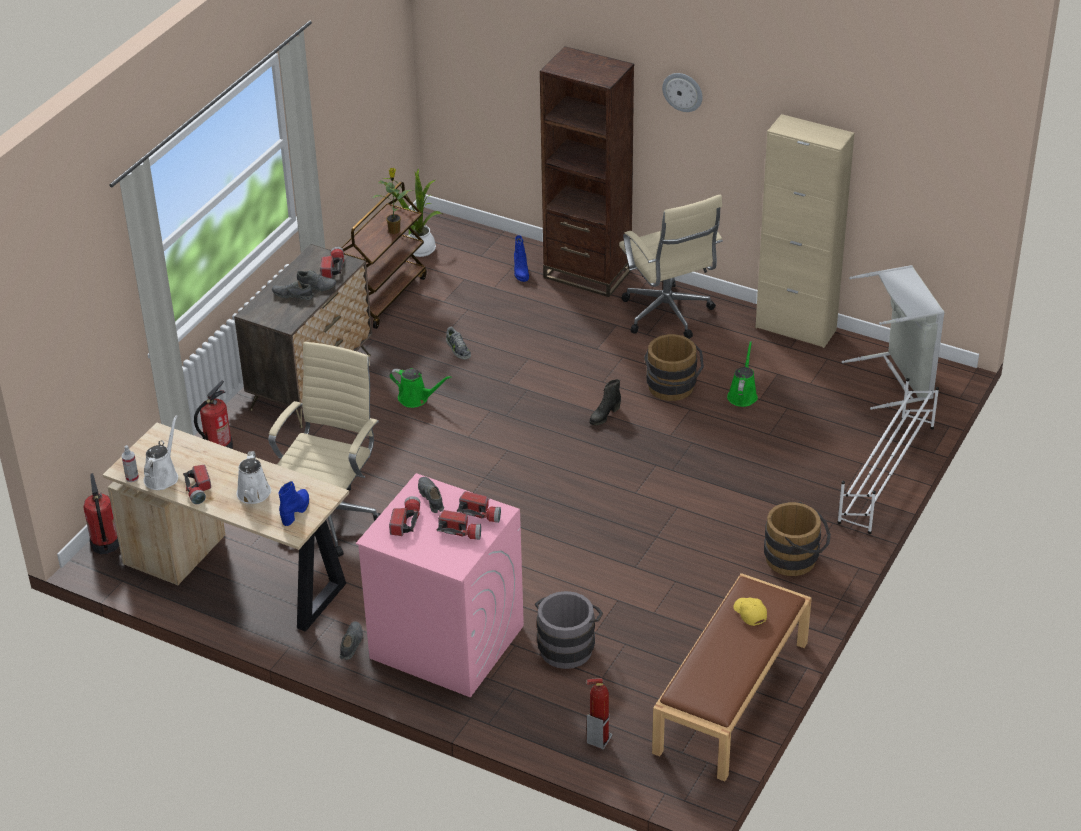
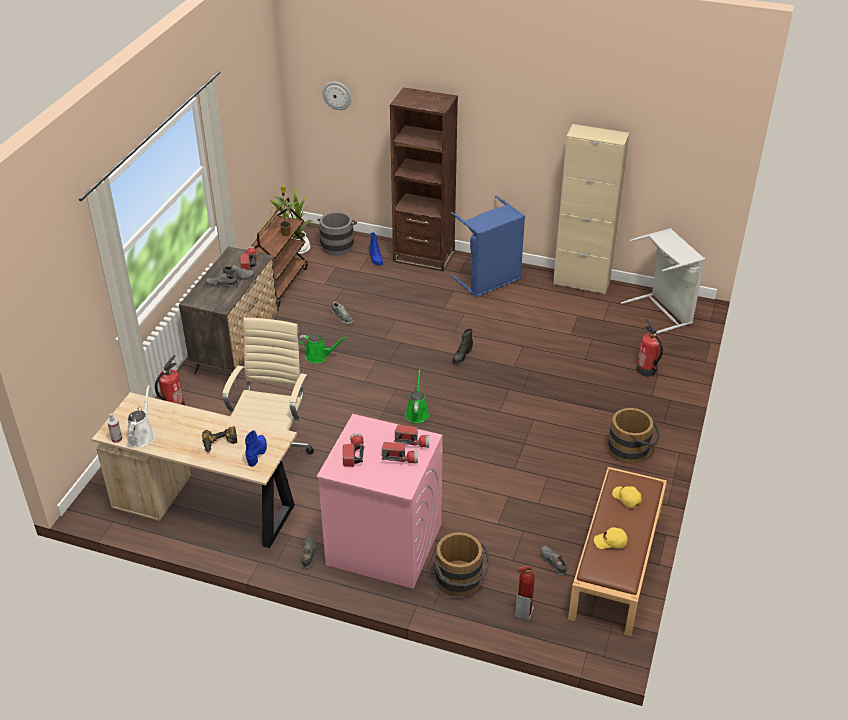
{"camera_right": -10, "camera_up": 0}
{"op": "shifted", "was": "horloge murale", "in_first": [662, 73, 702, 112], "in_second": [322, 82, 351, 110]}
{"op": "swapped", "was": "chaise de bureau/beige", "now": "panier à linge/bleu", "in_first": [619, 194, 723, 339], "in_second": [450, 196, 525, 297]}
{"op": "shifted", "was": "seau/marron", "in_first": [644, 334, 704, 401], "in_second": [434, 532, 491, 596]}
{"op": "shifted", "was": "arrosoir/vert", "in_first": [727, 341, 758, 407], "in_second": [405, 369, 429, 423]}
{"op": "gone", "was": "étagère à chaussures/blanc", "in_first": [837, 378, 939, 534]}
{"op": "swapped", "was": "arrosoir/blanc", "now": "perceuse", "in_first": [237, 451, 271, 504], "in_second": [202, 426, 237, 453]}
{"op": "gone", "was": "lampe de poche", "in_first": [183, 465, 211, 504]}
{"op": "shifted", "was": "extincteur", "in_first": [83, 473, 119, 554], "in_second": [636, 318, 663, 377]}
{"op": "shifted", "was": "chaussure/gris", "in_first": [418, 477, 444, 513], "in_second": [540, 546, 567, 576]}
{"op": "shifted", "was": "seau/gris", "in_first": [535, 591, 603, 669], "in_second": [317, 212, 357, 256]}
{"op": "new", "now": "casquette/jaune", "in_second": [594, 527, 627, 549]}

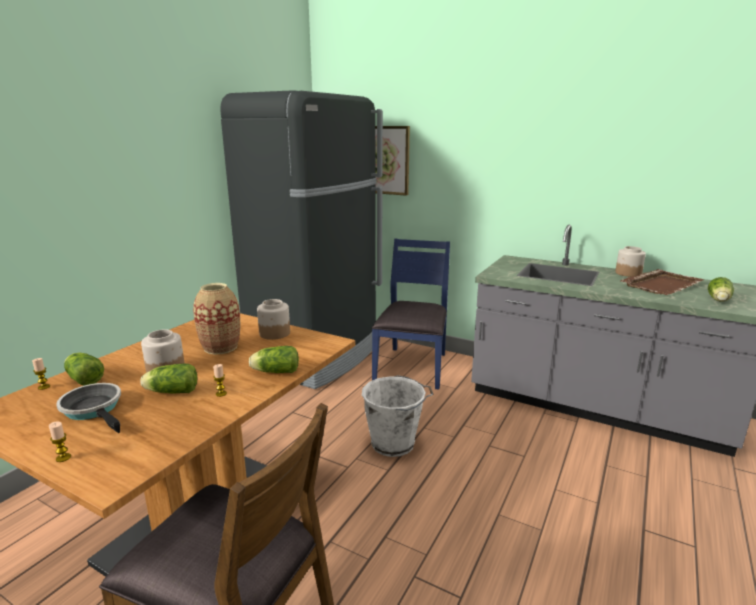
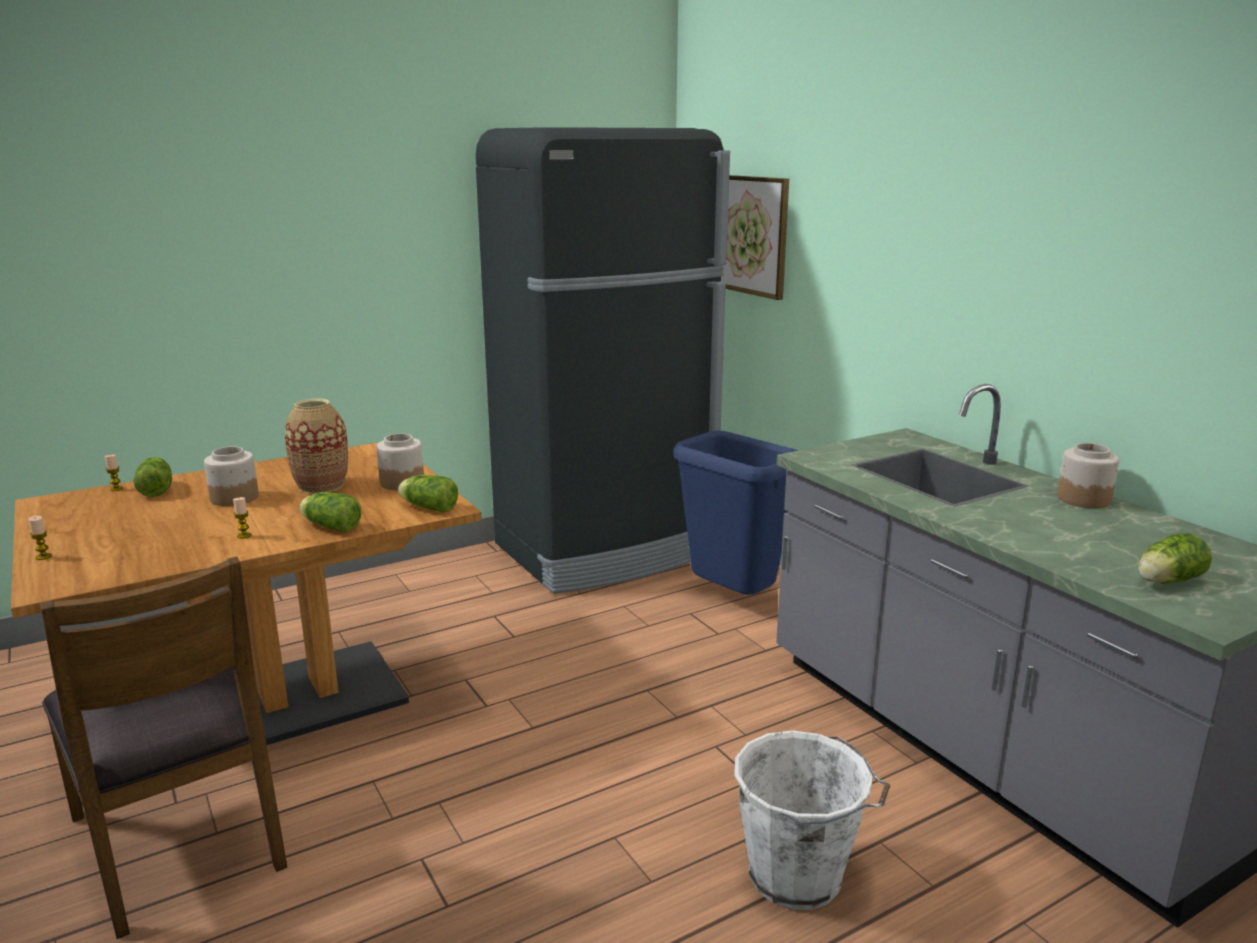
{"camera_right": 30, "camera_up": 0}
{"op": "swapped", "was": "chaise/bleu", "now": "poubelle/bleu", "in_first": [372, 239, 450, 390], "in_second": [674, 431, 798, 595]}
{"op": "gone", "was": "plateau/marron", "in_first": [621, 269, 704, 295]}
{"op": "shifted", "was": "laitue", "in_first": [140, 364, 197, 393], "in_second": [398, 475, 458, 512]}
{"op": "shifted", "was": "seau/blanc", "in_first": [362, 375, 433, 457], "in_second": [734, 730, 890, 910]}
{"op": "gone", "was": "poêle", "in_first": [56, 383, 121, 433]}

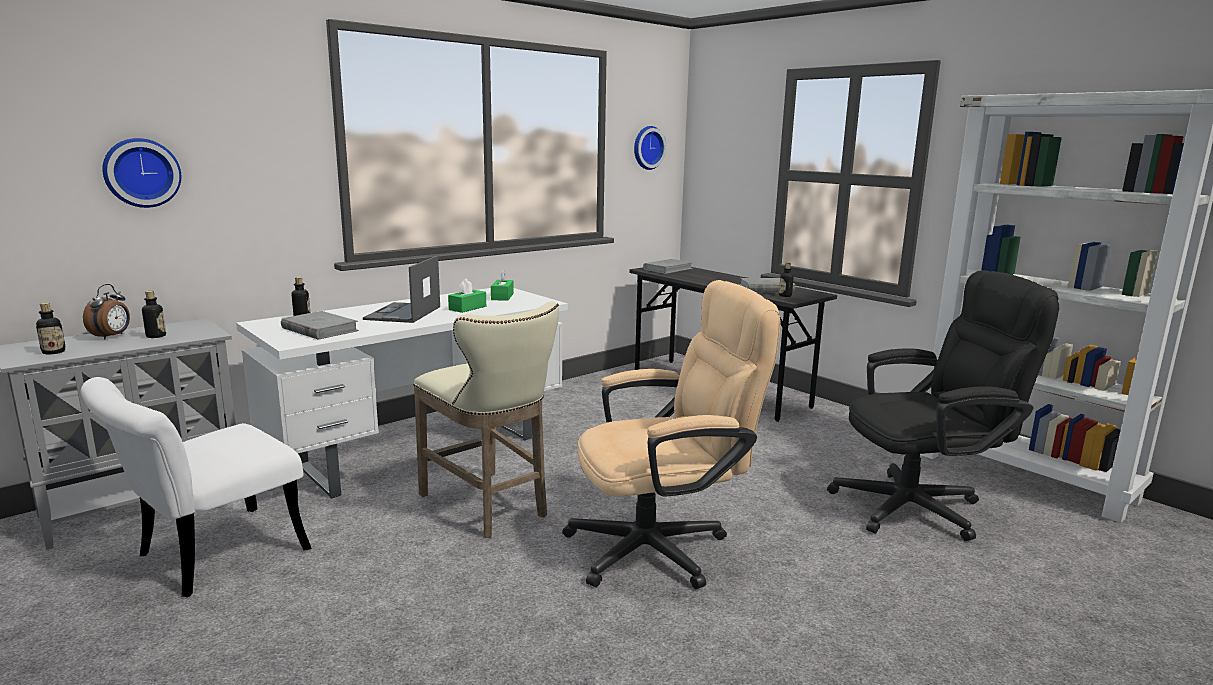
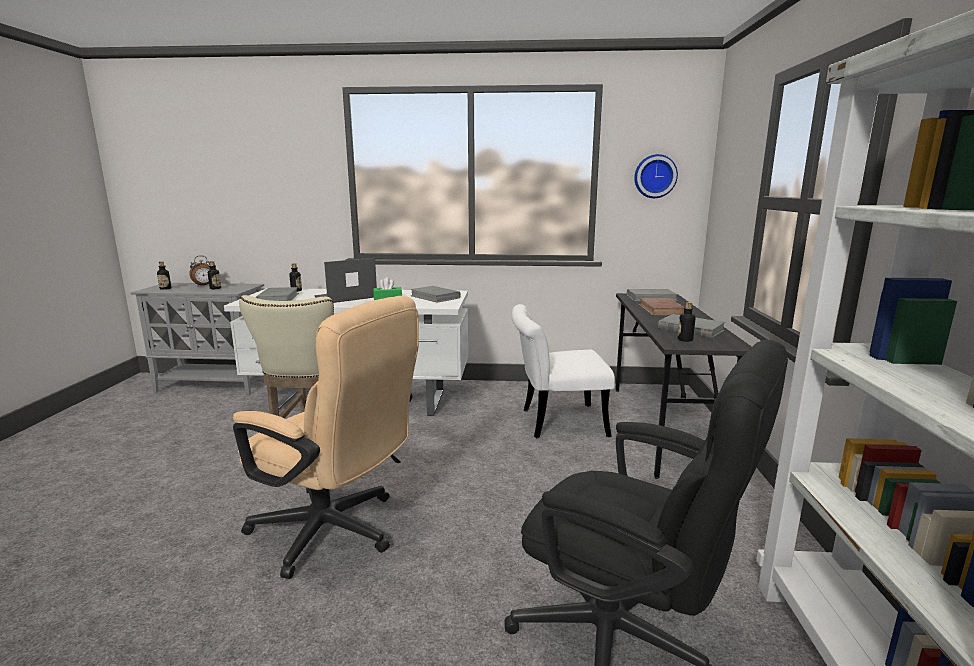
{"camera_right": 45, "camera_up": 0}
{"op": "gone", "was": "horloge murale", "in_first": [102, 138, 181, 208]}
{"op": "swapped", "was": "boîte à mouchoirs/vert", "now": "livre/gris", "in_first": [491, 269, 514, 301], "in_second": [410, 286, 461, 302]}
{"op": "shifted", "was": "chaise/blanc", "in_first": [81, 377, 312, 597], "in_second": [512, 304, 615, 438]}
{"op": "new", "now": "livre/marron", "in_second": [639, 298, 684, 316]}

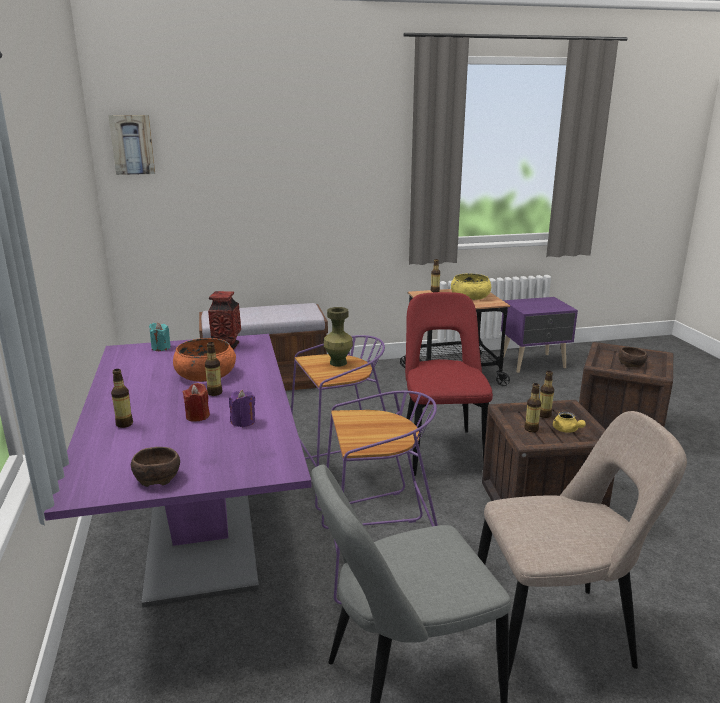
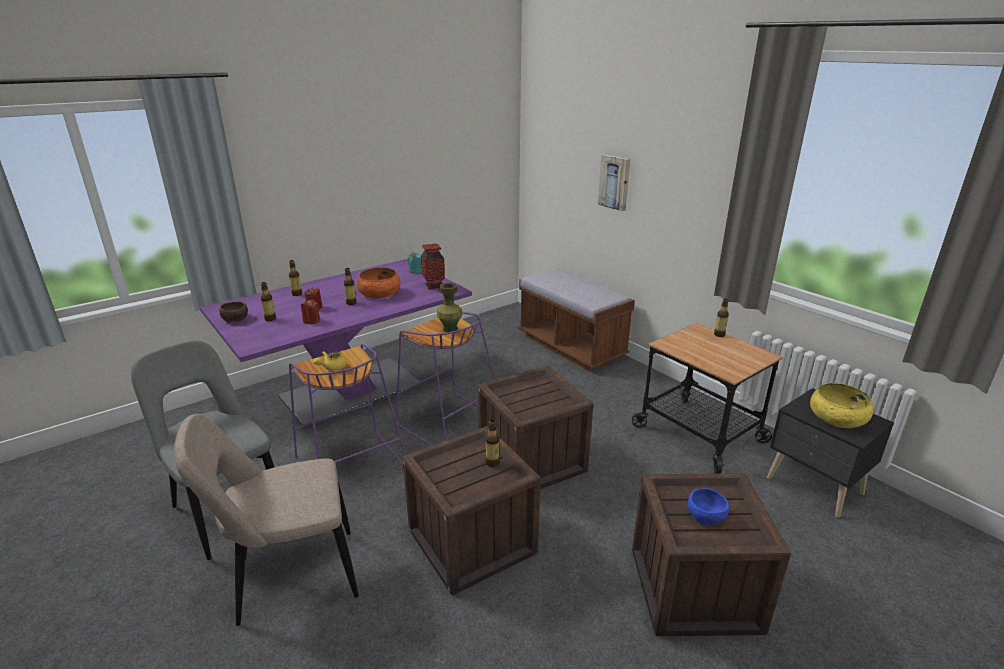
{"camera_right": 65, "camera_up": 5}
{"op": "shifted", "was": "tableau", "in_first": [108, 115, 155, 175], "in_second": [598, 155, 630, 211]}
{"op": "shifted", "was": "bol/jaune", "in_first": [451, 273, 491, 300], "in_second": [810, 383, 873, 428]}
{"op": "swapped", "was": "chaise/rouge", "now": "caisse", "in_first": [405, 292, 493, 476], "in_second": [478, 366, 593, 489]}
{"op": "repainted", "was": "table de chevet/violet", "now": "table de chevet/noir", "in_first": [501, 297, 578, 373], "in_second": [767, 388, 894, 518]}
{"op": "repainted", "was": "bol/marron", "now": "bol/bleu", "in_first": [618, 347, 647, 368], "in_second": [688, 488, 729, 525]}
{"op": "shifted", "was": "bouteille", "in_first": [525, 383, 541, 432], "in_second": [261, 282, 276, 321]}
{"op": "repainted", "was": "bougie/violet", "now": "bougie/rouge", "in_first": [229, 390, 255, 427], "in_second": [301, 300, 320, 324]}
{"op": "rotated", "was": "chaise/beige", "in_first": [477, 411, 687, 682], "in_second": [174, 414, 359, 626], "clockwise": 105}
{"op": "shifted", "was": "théière/jaune", "in_first": [553, 412, 586, 433], "in_second": [313, 351, 347, 371]}

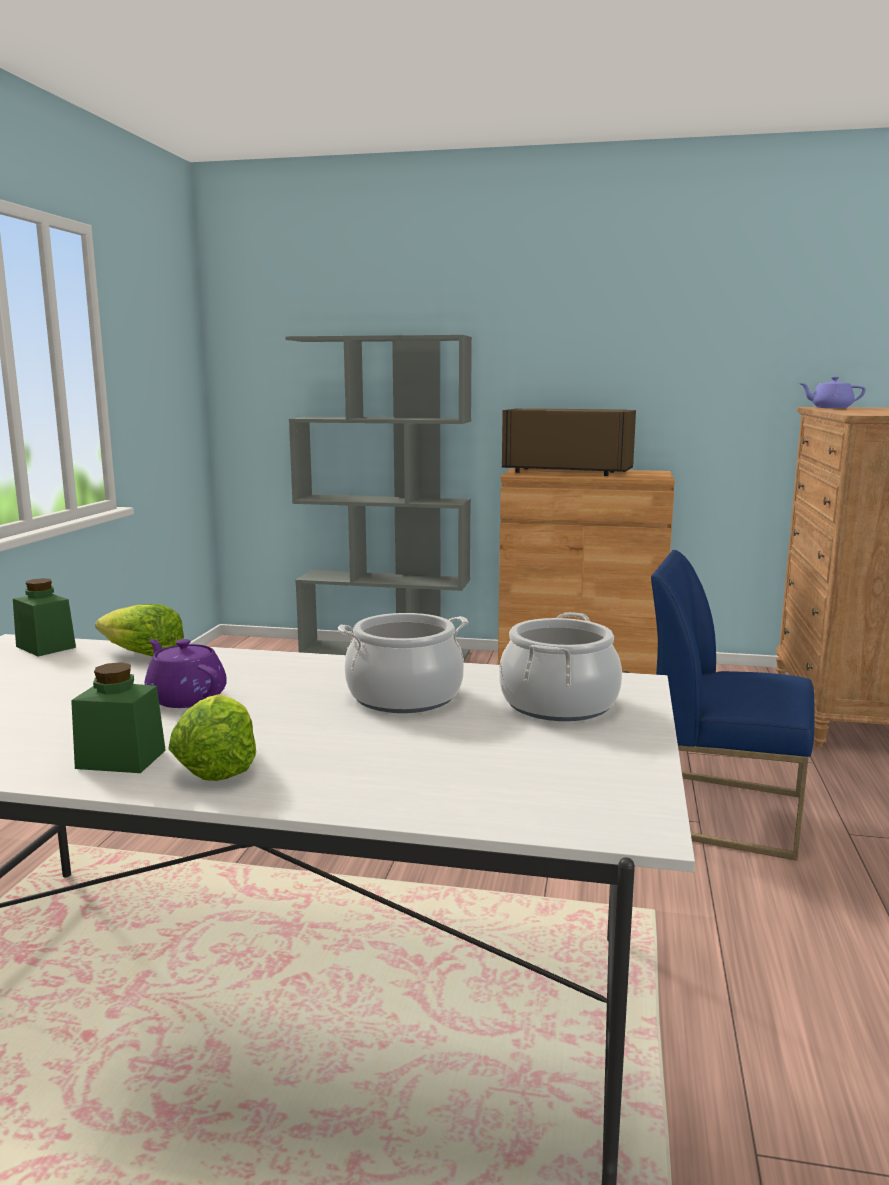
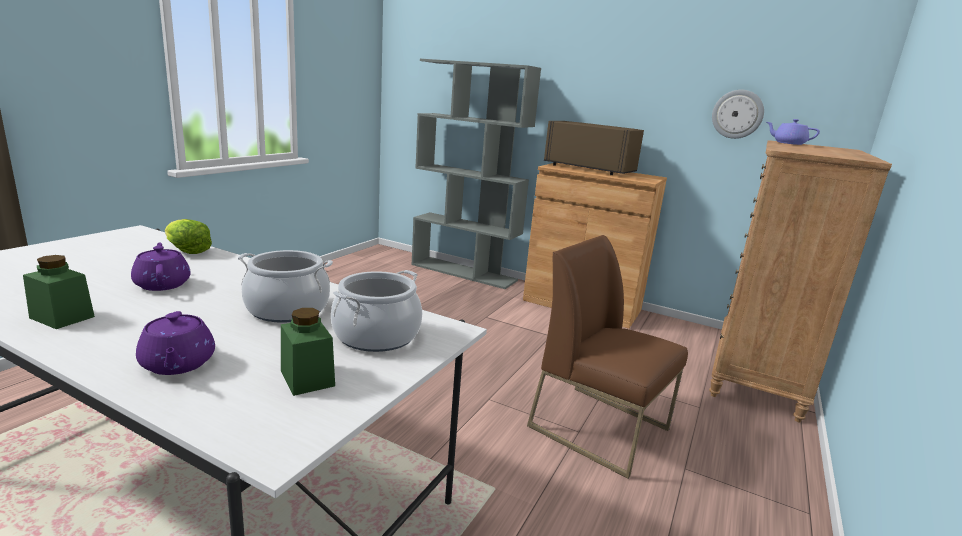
{"camera_right": 15, "camera_up": 5}
{"op": "repainted", "was": "chaise/bleu", "now": "chaise/marron", "in_first": [651, 550, 814, 861], "in_second": [527, 235, 688, 479]}
{"op": "shifted", "was": "bocal/vert", "in_first": [13, 578, 76, 656], "in_second": [281, 308, 335, 396]}
{"op": "gone", "was": "laitue", "in_first": [168, 694, 256, 781]}
{"op": "new", "now": "horloge murale", "in_second": [712, 90, 764, 139]}
{"op": "new", "now": "théière/violet", "in_second": [136, 311, 215, 375]}

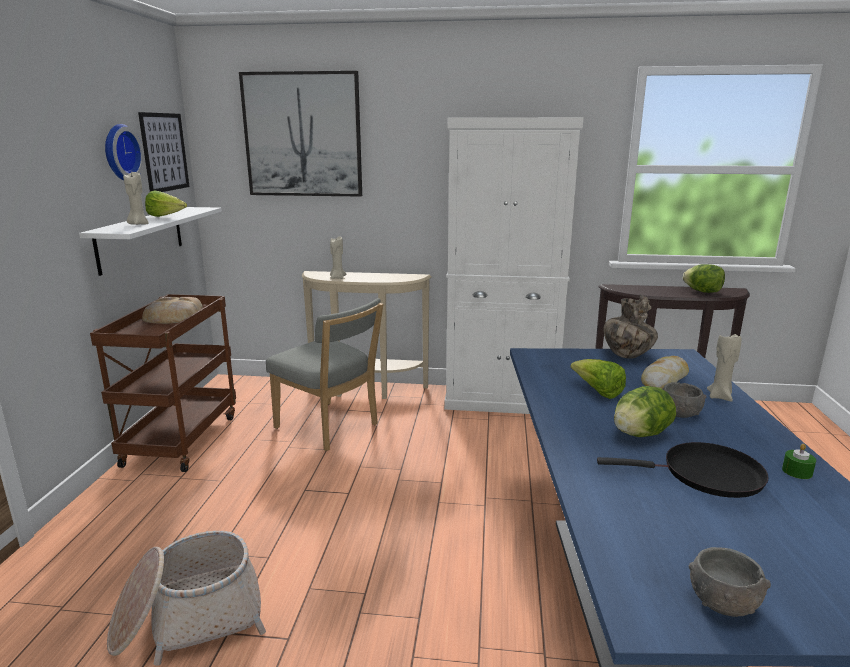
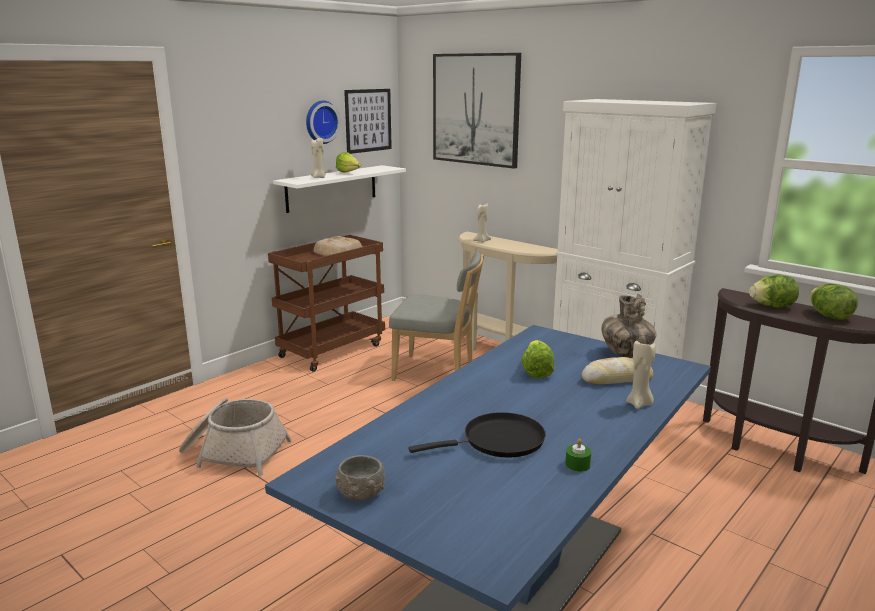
{"camera_right": 35, "camera_up": 0}
{"op": "rotated", "was": "chaise/gris", "in_first": [266, 298, 383, 451], "in_second": [389, 250, 484, 381], "clockwise": -60}
{"op": "gone", "was": "bol/gris", "in_first": [663, 382, 707, 418]}
{"op": "shifted", "was": "laitue", "in_first": [614, 386, 676, 437], "in_second": [749, 275, 799, 308]}
{"op": "rotated", "was": "poêle/noir", "in_first": [597, 442, 769, 498], "in_second": [409, 412, 546, 458], "clockwise": -60}

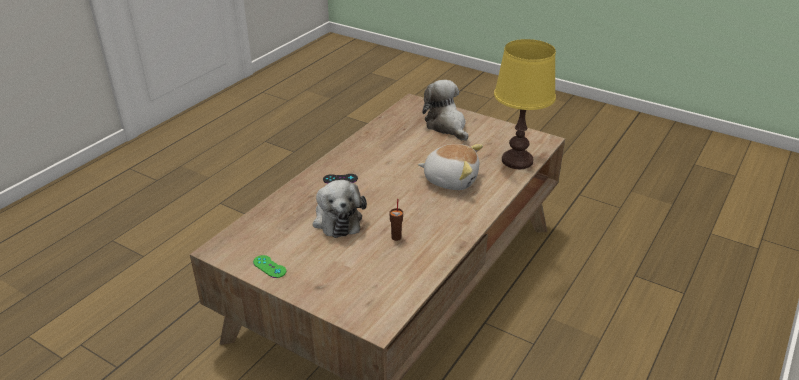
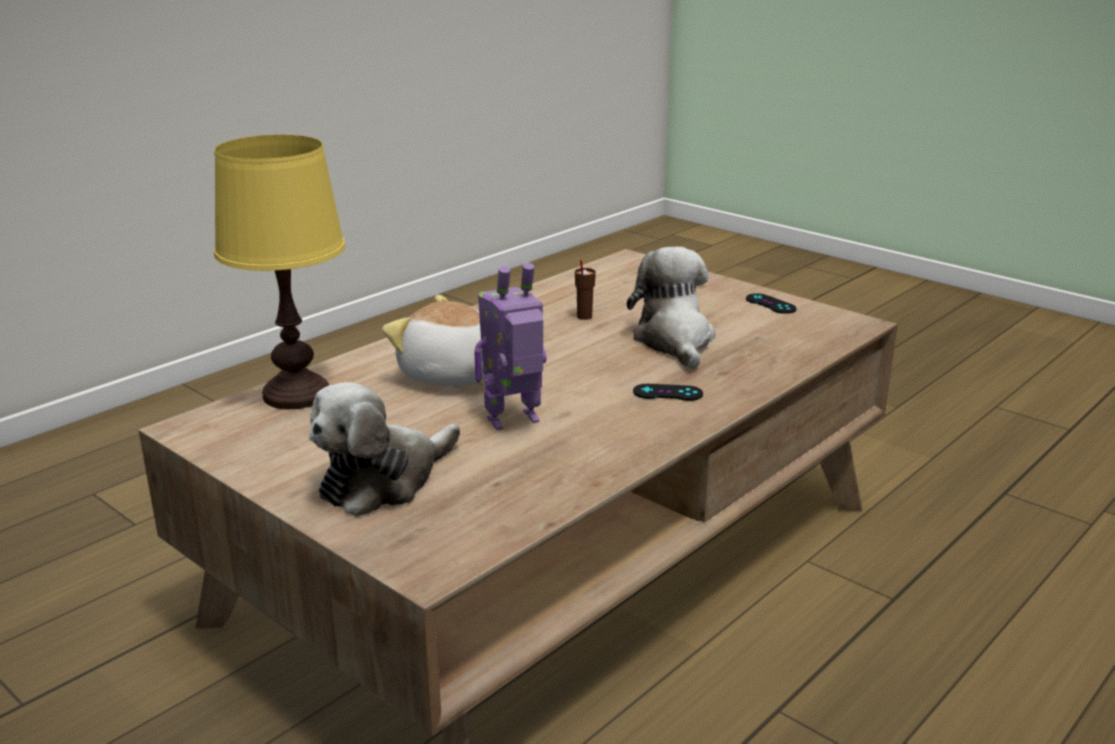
{"camera_right": -170, "camera_up": -10}
{"op": "rotated", "was": "peluche", "in_first": [422, 80, 468, 141], "in_second": [309, 382, 460, 517], "clockwise": 60}
{"op": "repainted", "was": "manette/vert", "now": "manette/noir", "in_first": [253, 255, 286, 278], "in_second": [746, 293, 797, 314]}
{"op": "new", "now": "robot jouet", "in_second": [474, 263, 546, 430]}

